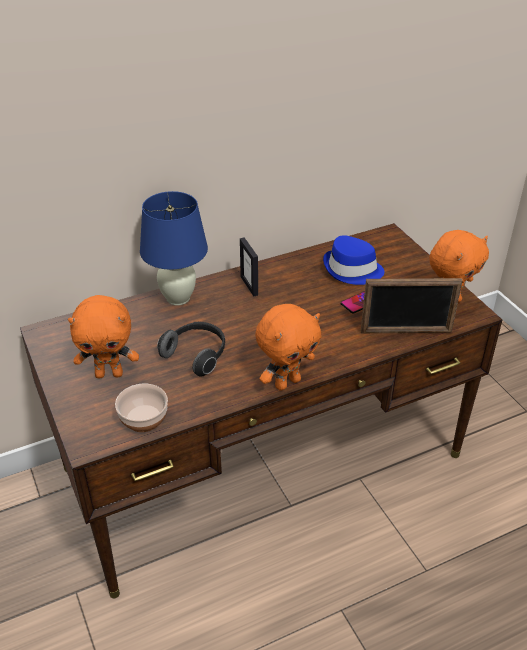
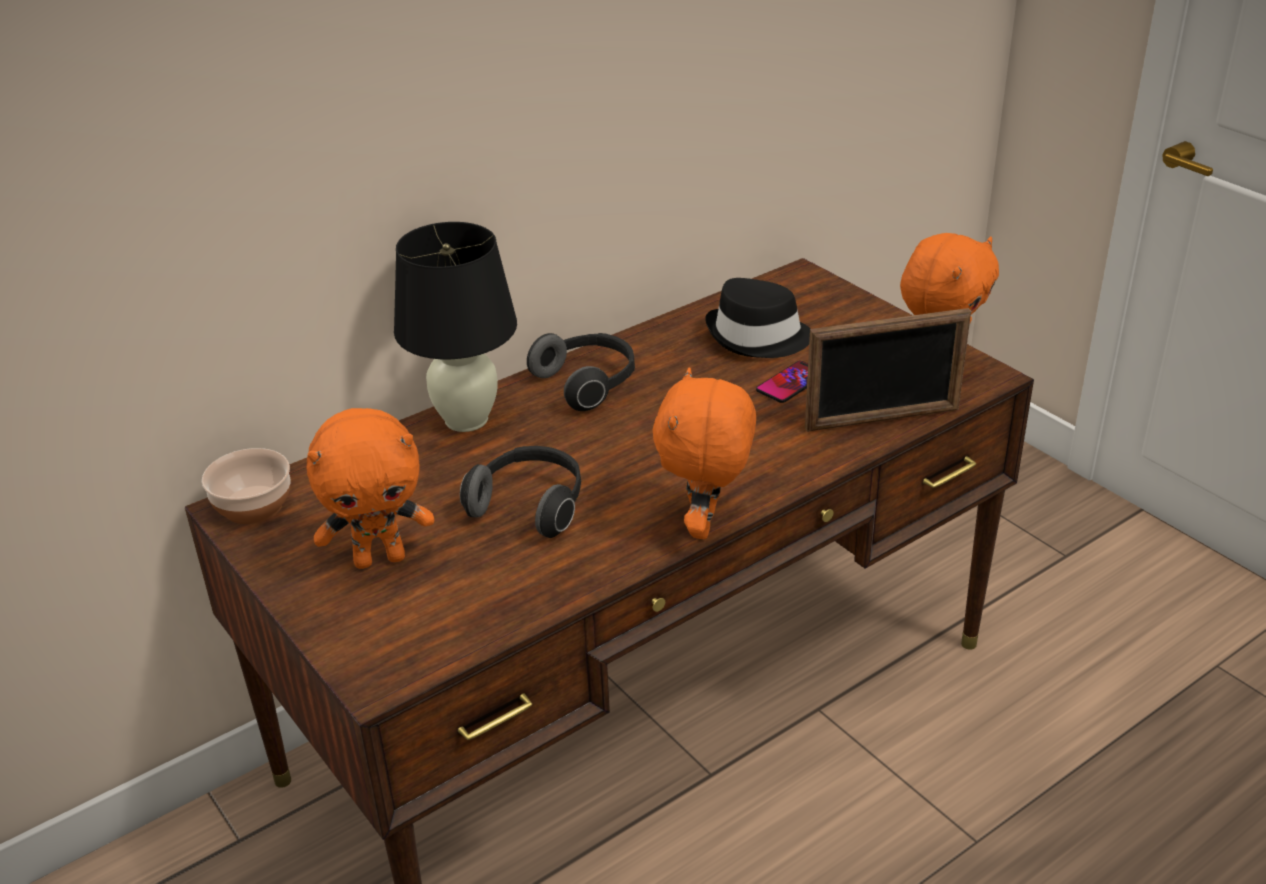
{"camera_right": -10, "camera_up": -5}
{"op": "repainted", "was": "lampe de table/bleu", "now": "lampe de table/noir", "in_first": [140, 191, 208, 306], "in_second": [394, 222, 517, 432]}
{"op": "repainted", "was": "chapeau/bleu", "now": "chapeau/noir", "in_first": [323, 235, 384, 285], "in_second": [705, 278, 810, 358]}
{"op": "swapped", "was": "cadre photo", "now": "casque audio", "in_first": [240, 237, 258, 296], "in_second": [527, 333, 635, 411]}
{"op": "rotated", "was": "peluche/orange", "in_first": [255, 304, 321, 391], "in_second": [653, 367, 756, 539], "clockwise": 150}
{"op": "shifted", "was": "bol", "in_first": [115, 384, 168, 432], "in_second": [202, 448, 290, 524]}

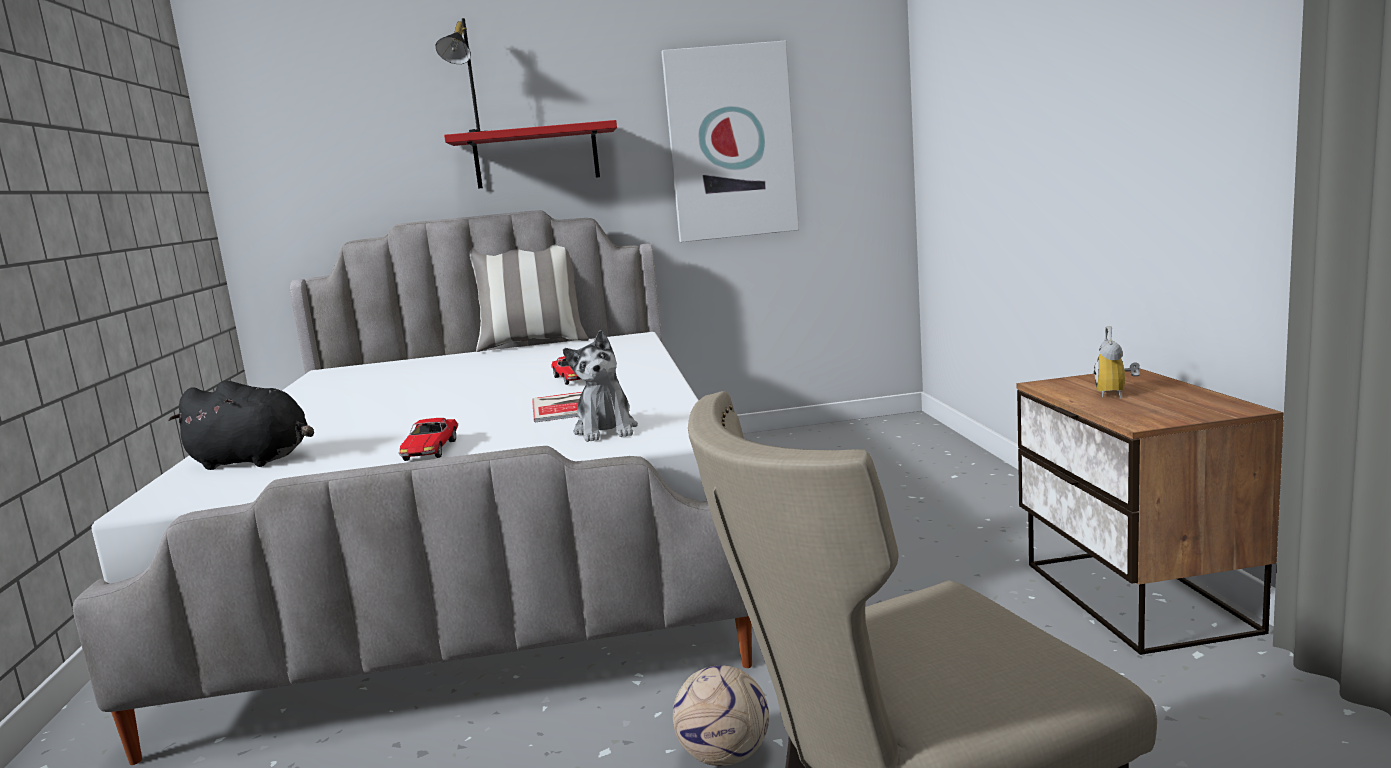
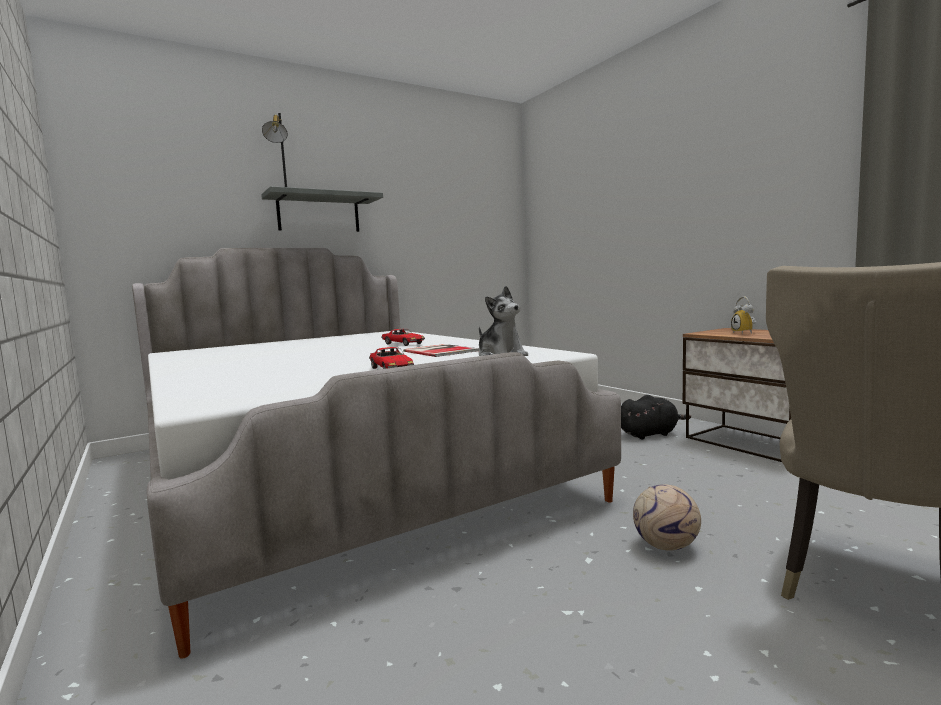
{"camera_right": -25, "camera_up": -5}
{"op": "gone", "was": "tableau", "in_first": [661, 41, 799, 242]}
{"op": "repainted", "was": "étagère/rouge", "now": "étagère/gris", "in_first": [444, 120, 617, 189], "in_second": [261, 186, 383, 232]}
{"op": "gone", "was": "coussin", "in_first": [470, 244, 589, 352]}
{"op": "shifted", "was": "peluche/noir", "in_first": [168, 380, 314, 470], "in_second": [621, 395, 691, 439]}

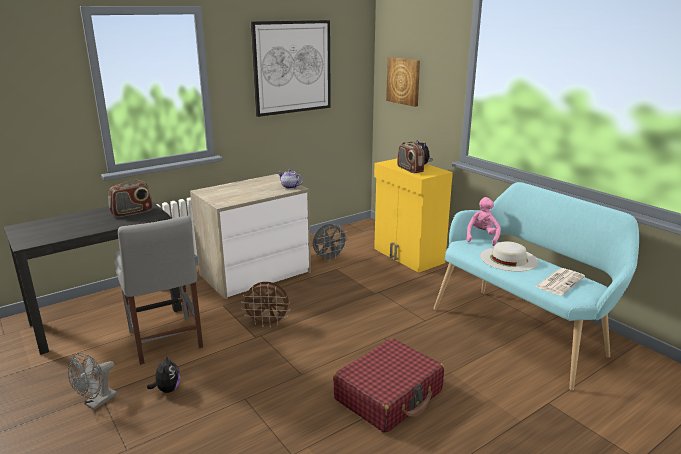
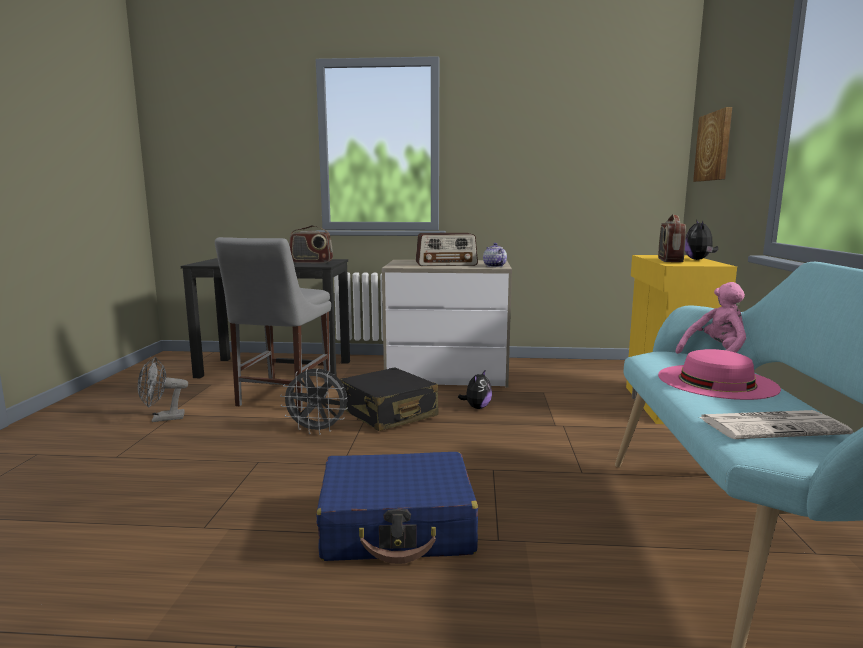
{"camera_right": 40, "camera_up": -10}
{"op": "gone", "was": "tableau", "in_first": [251, 20, 331, 117]}
{"op": "shifted", "was": "ventilateur/gris", "in_first": [313, 224, 348, 261], "in_second": [280, 368, 348, 435]}
{"op": "repainted", "was": "chapeau/blanc", "now": "chapeau/rose", "in_first": [480, 241, 539, 271], "in_second": [658, 349, 781, 400]}
{"op": "swapped", "was": "ventilateur/marron", "now": "valise/noir", "in_first": [241, 282, 290, 327], "in_second": [340, 367, 438, 431]}
{"op": "repainted", "was": "valise/rouge", "now": "valise/bleu", "in_first": [333, 338, 444, 433], "in_second": [316, 452, 478, 564]}
{"op": "shifted", "was": "peluche", "in_first": [147, 354, 180, 393], "in_second": [458, 369, 492, 409]}
{"op": "new", "now": "radio", "in_second": [416, 233, 478, 266]}

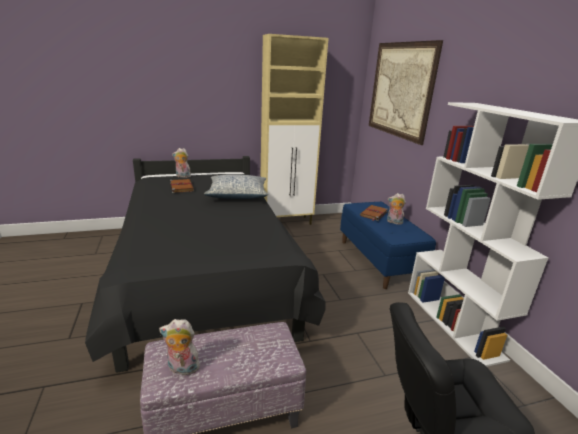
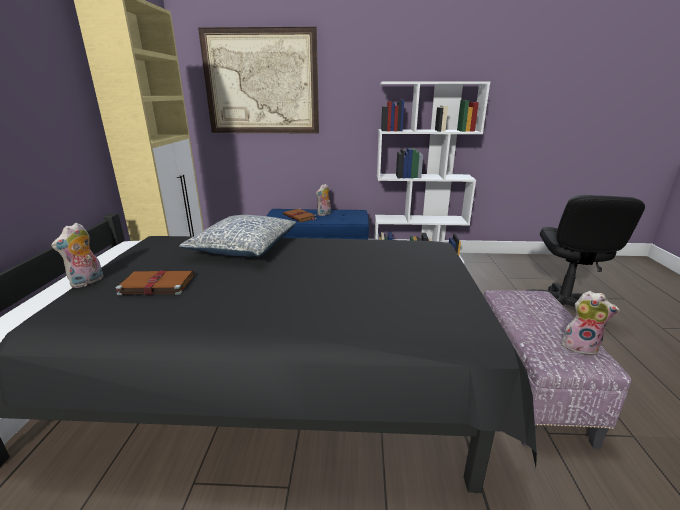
{"camera_right": -70, "camera_up": 0}
{"op": "rotated", "was": "peluche", "in_first": [159, 319, 200, 375], "in_second": [561, 291, 620, 356], "clockwise": -90}

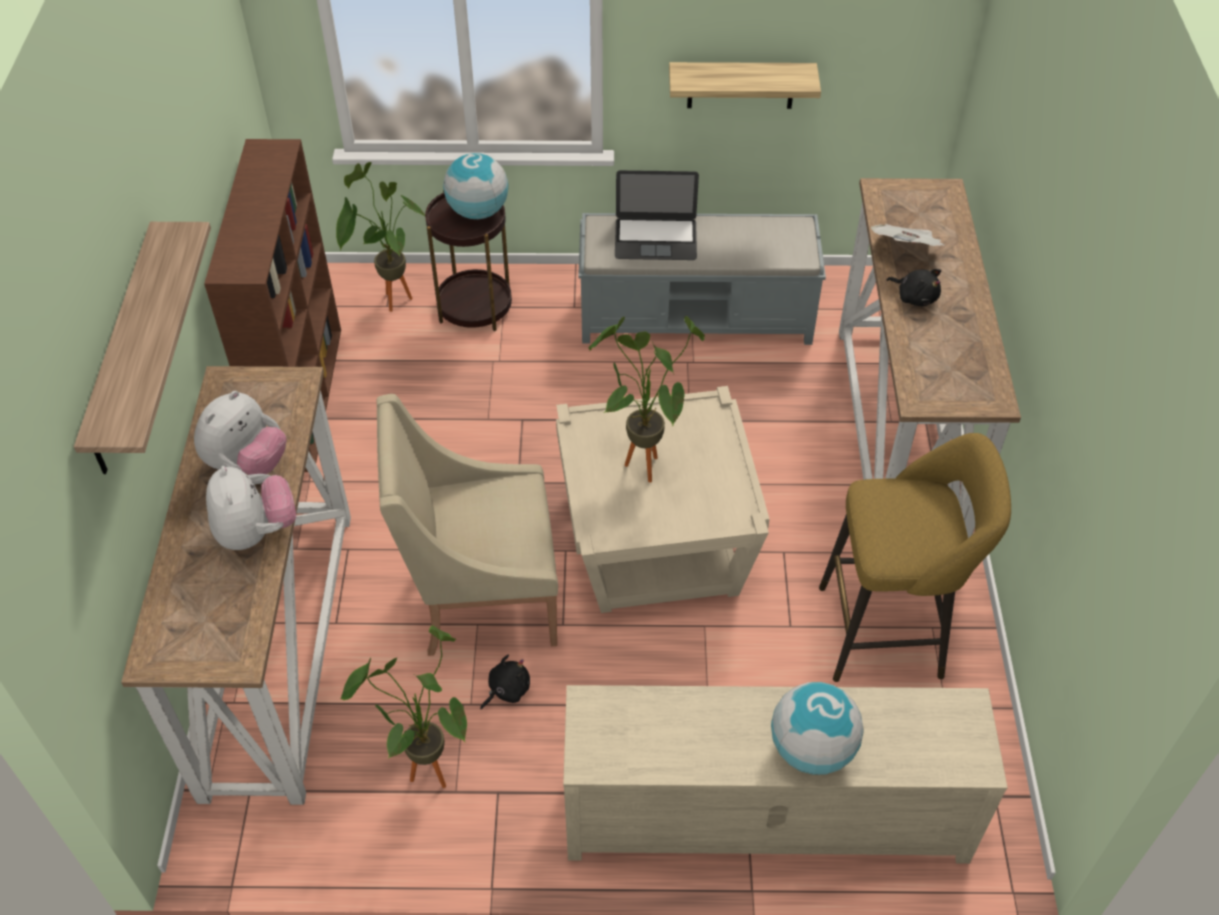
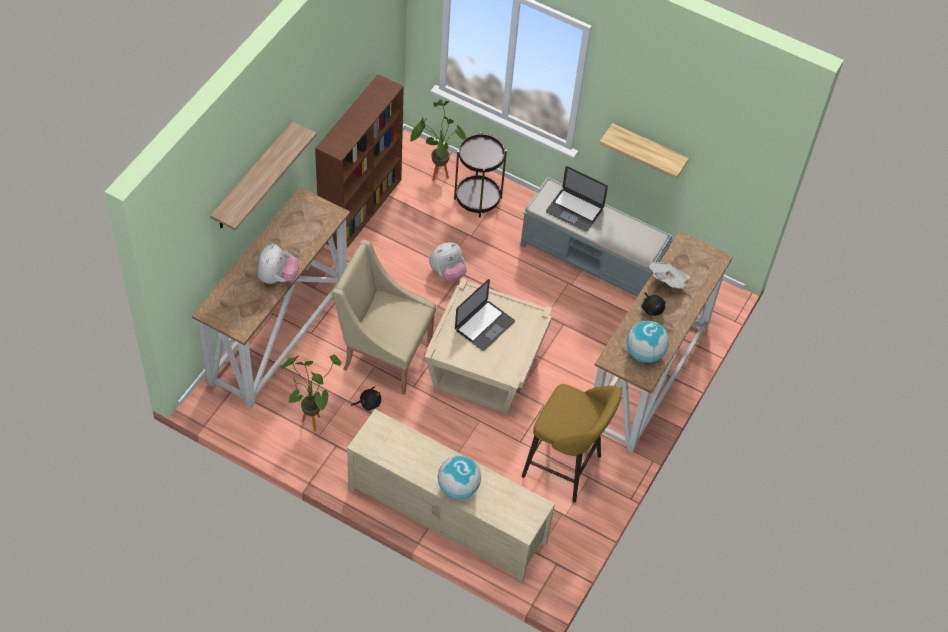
{"camera_right": 25, "camera_up": 5}
{"op": "shifted", "was": "globe", "in_first": [443, 153, 509, 219], "in_second": [626, 321, 669, 363]}
{"op": "swapped", "was": "plante en pot", "now": "ordinateur portable", "in_first": [588, 316, 705, 483], "in_second": [455, 279, 515, 351]}
{"op": "shifted", "was": "peluche", "in_first": [194, 391, 286, 475], "in_second": [429, 243, 467, 282]}

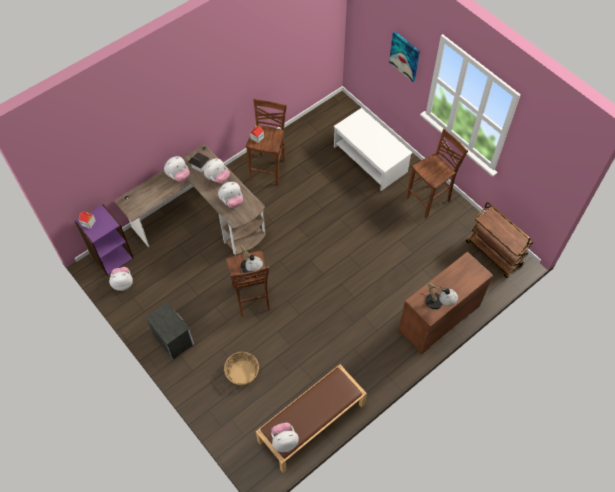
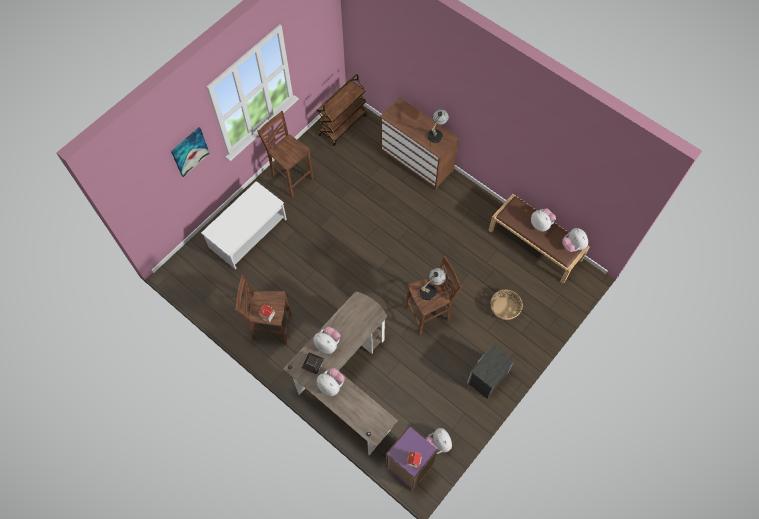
{"camera_right": -100, "camera_up": 5}
{"op": "shifted", "was": "peluche", "in_first": [218, 182, 243, 208], "in_second": [531, 208, 556, 232]}

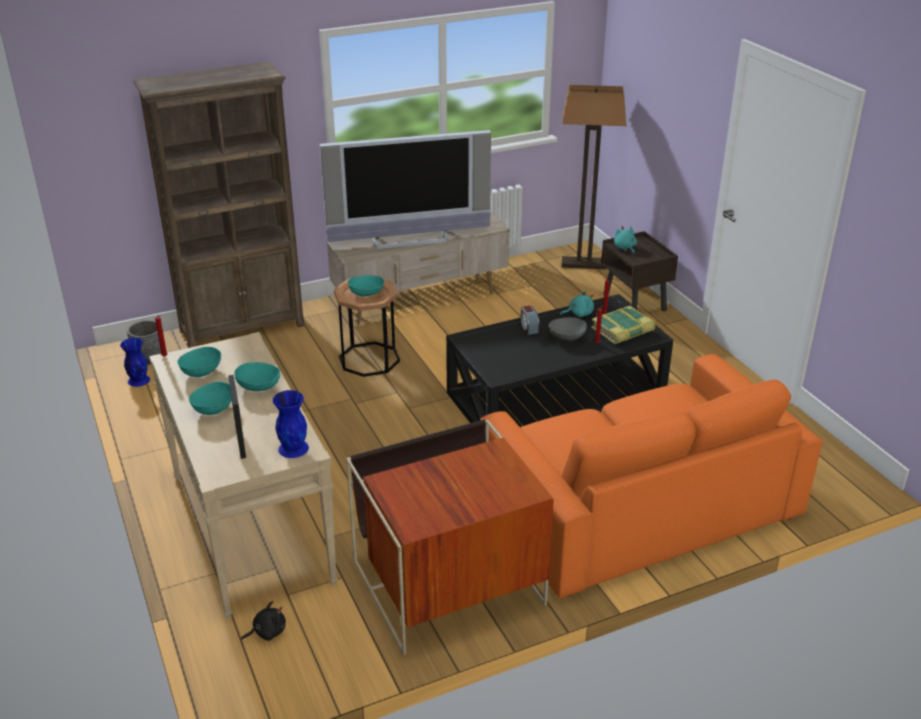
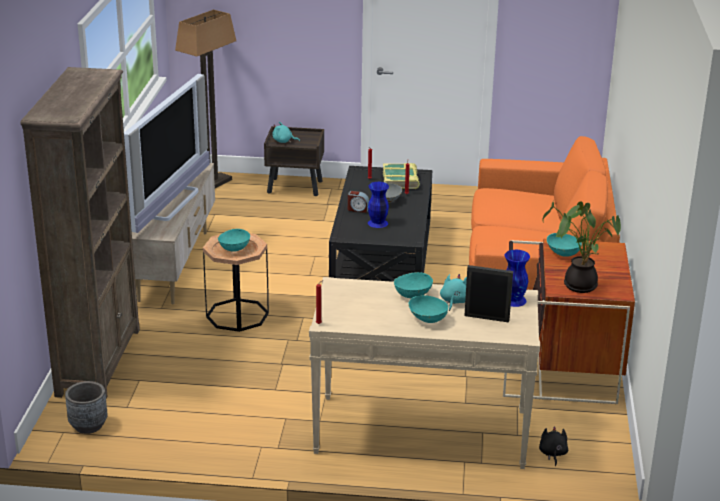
{"camera_right": -60, "camera_up": -5}
{"op": "shifted", "was": "peluche/turquoise", "in_first": [560, 291, 594, 317], "in_second": [440, 274, 467, 311]}
{"op": "shifted", "was": "vase/bleu", "in_first": [120, 338, 150, 387], "in_second": [368, 182, 389, 228]}
{"op": "shifted", "was": "bol/turquoise", "in_first": [177, 347, 221, 377], "in_second": [547, 233, 582, 257]}
{"op": "new", "now": "plante en pot", "in_second": [543, 201, 621, 293]}

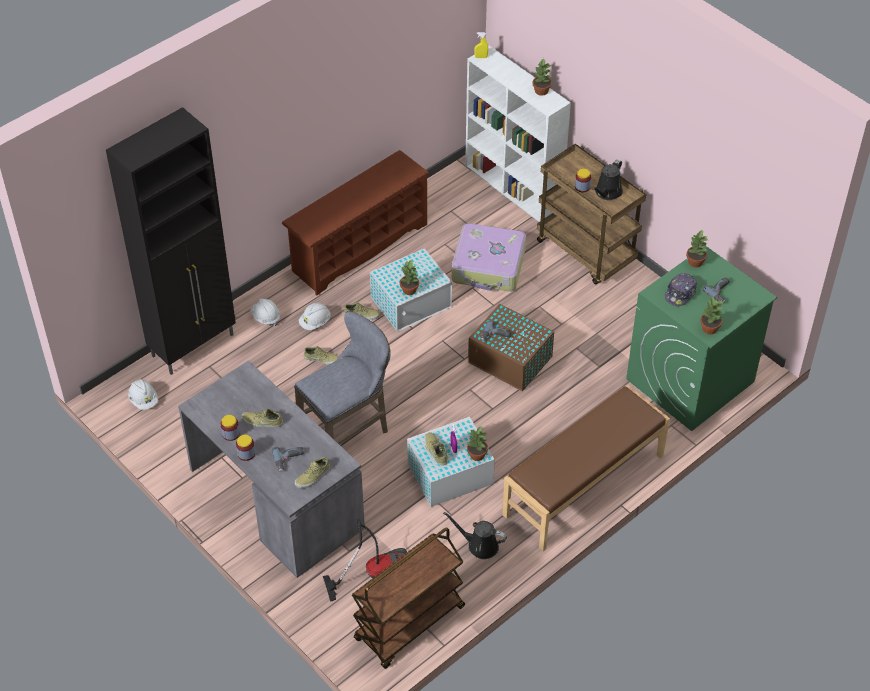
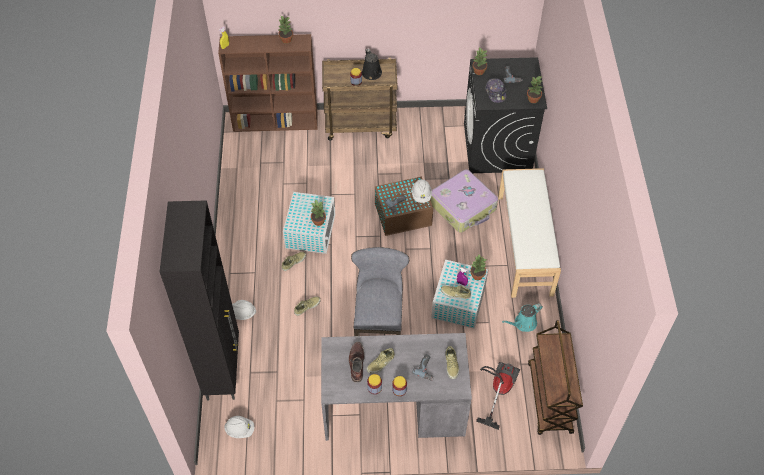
{"camera_right": -50, "camera_up": 5}
{"op": "repainted", "was": "bibliothèque/blanc", "now": "bibliothèque/marron", "in_first": [465, 46, 571, 222], "in_second": [218, 34, 318, 132]}
{"op": "gone", "was": "étagère à chaussures/marron", "in_first": [281, 150, 430, 295]}
{"op": "shifted", "was": "valise", "in_first": [452, 223, 526, 292], "in_second": [430, 169, 498, 233]}
{"op": "repainted", "was": "lave-linge/vert", "now": "lave-linge/noir", "in_first": [626, 246, 777, 431], "in_second": [464, 57, 547, 173]}
{"op": "shifted", "was": "casque de chantier/blanc", "in_first": [299, 302, 331, 330], "in_second": [412, 180, 432, 203]}
{"op": "repainted", "was": "banc/marron", "now": "banc/blanc", "in_first": [502, 385, 670, 551], "in_second": [498, 168, 561, 298]}
{"op": "repainted", "was": "arrosoir/noir", "now": "arrosoir/turquoise", "in_first": [443, 512, 507, 559], "in_second": [502, 303, 543, 332]}
{"op": "new", "now": "botte/marron", "in_second": [349, 342, 365, 382]}

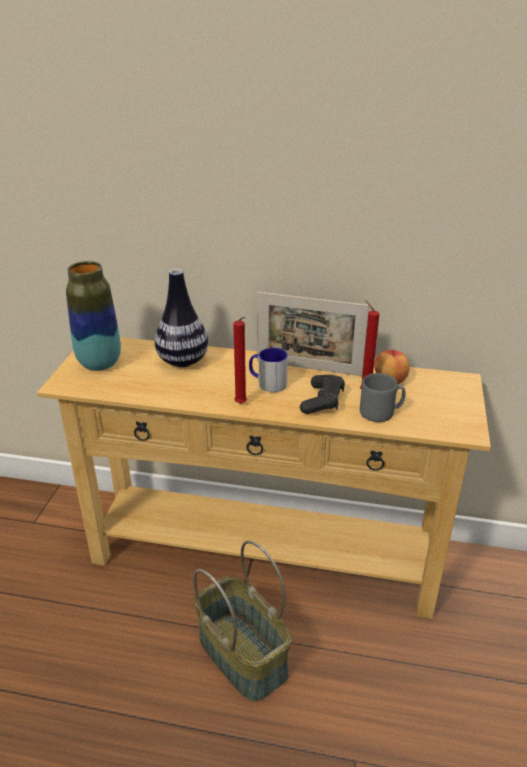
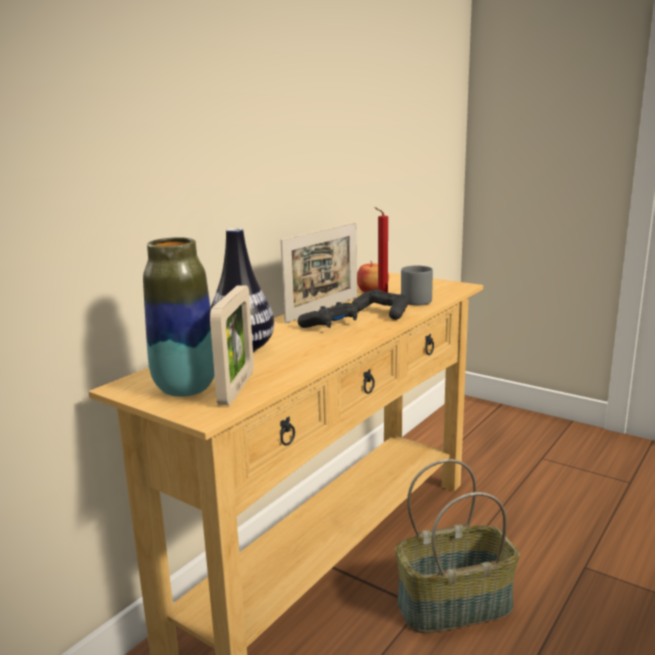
{"camera_right": -65, "camera_up": -15}
{"op": "gone", "was": "bougie/rouge", "in_first": [233, 317, 247, 404]}
{"op": "swapped", "was": "mug", "now": "manette/noir", "in_first": [249, 348, 288, 392], "in_second": [298, 302, 358, 328]}
{"op": "new", "now": "cadre photo", "in_second": [210, 285, 254, 405]}

